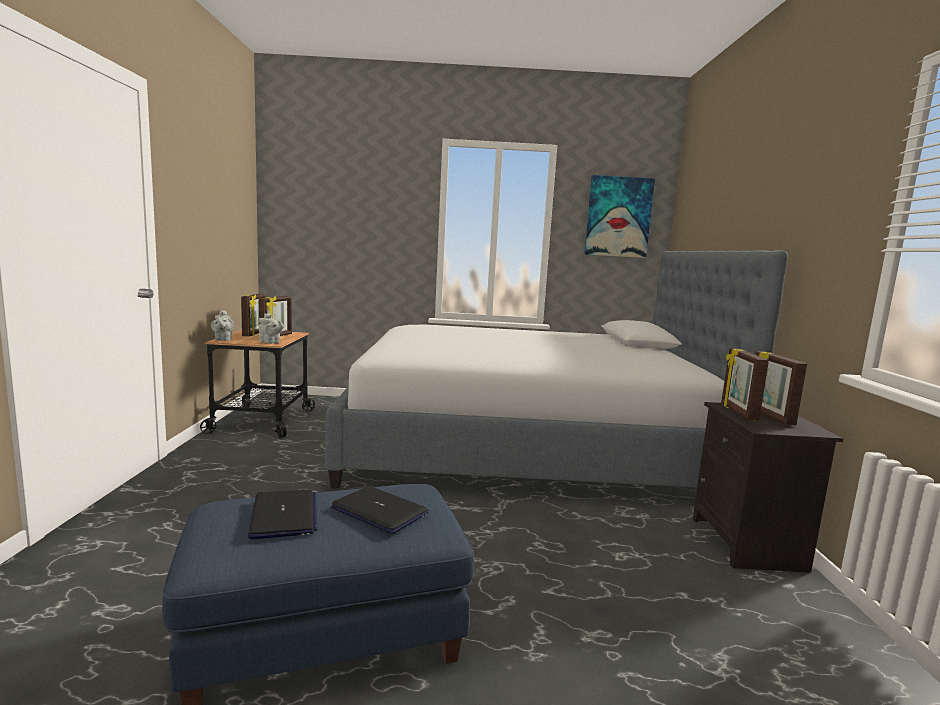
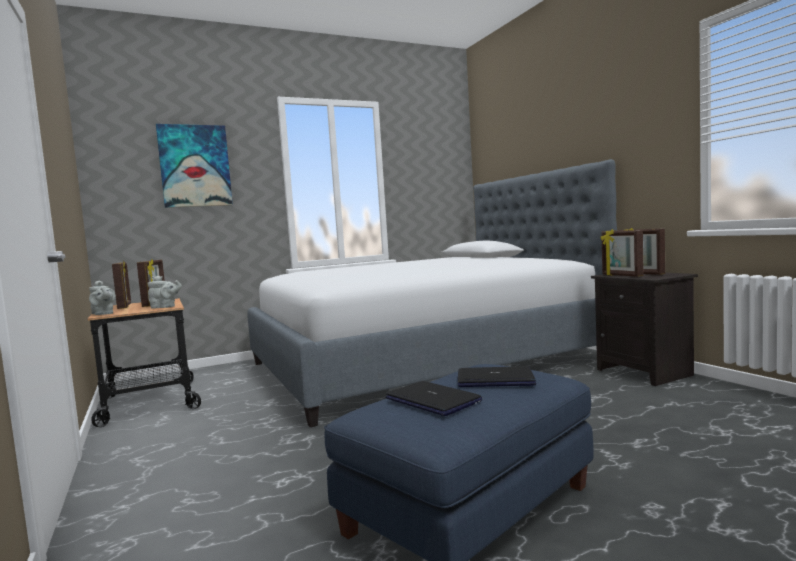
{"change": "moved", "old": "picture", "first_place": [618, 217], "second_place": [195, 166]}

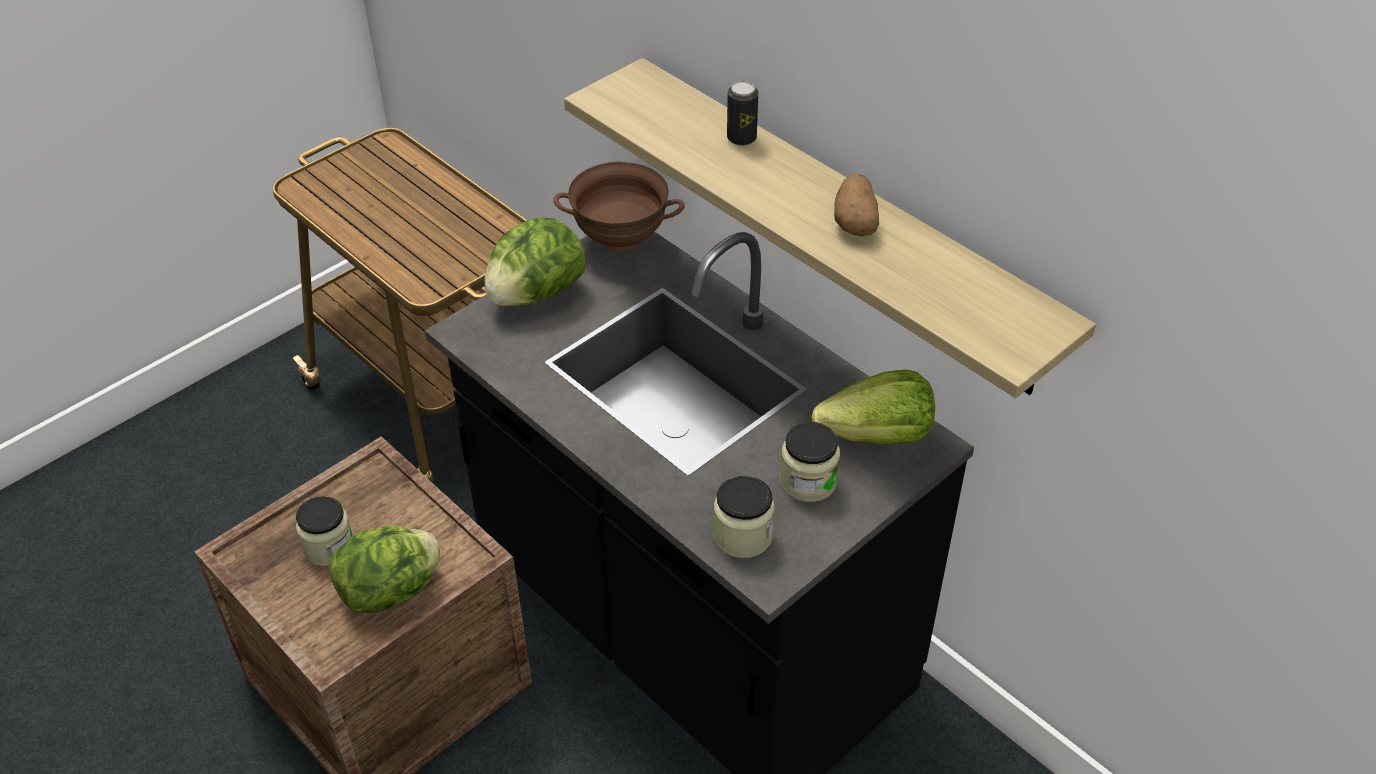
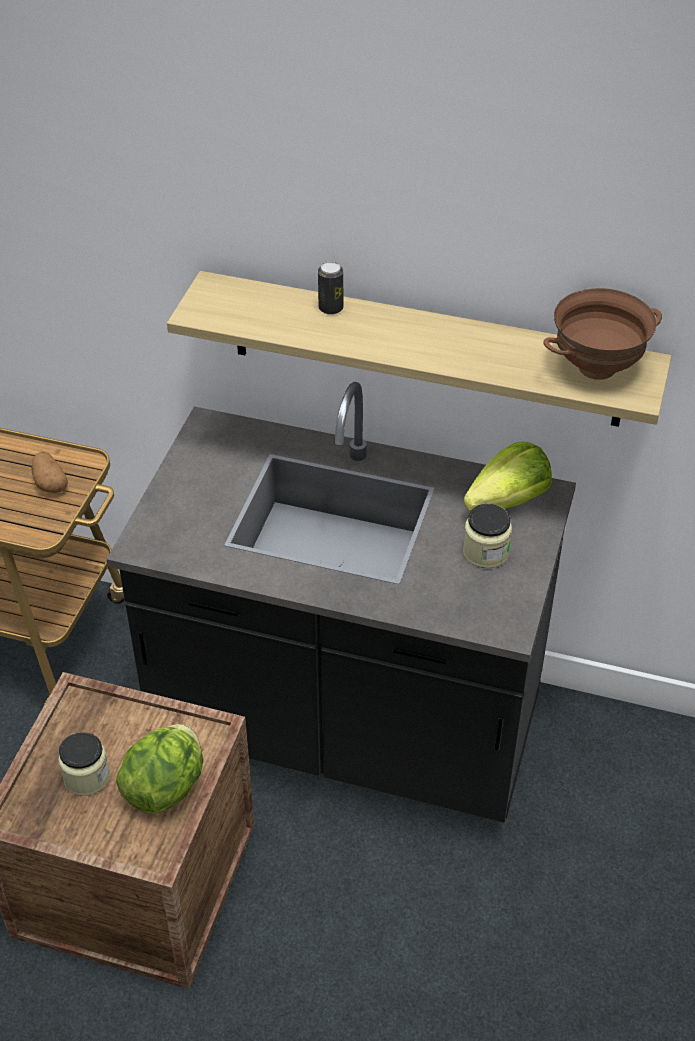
{"change": "moved", "old": "potato", "first_place": [855, 222], "second_place": [50, 483]}
{"change": "moved", "old": "brown bowl", "first_place": [621, 240], "second_place": [596, 367]}
{"change": "removed", "old": "lettuce", "first_place": [536, 294]}
{"change": "removed", "old": "jar", "first_place": [743, 536]}

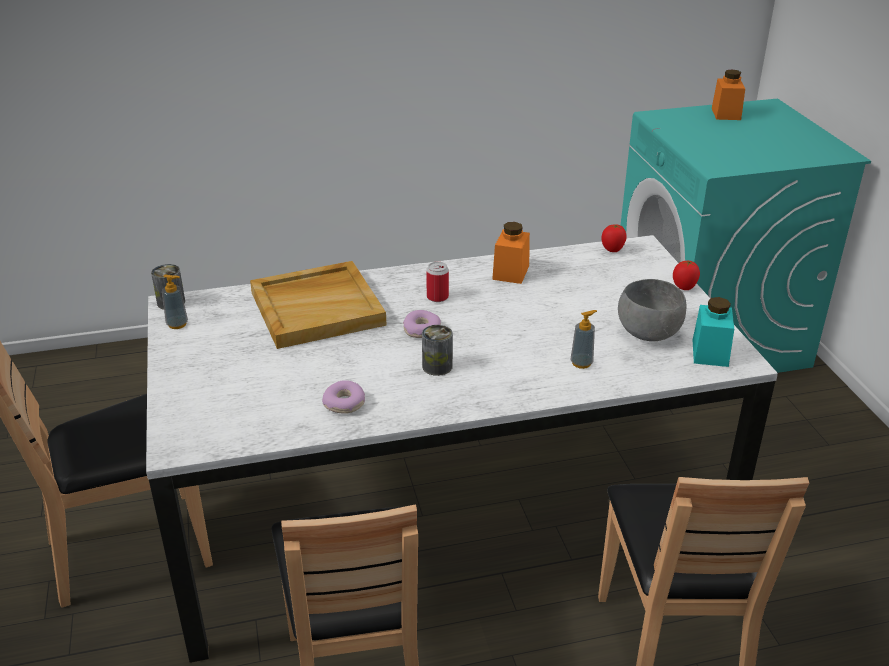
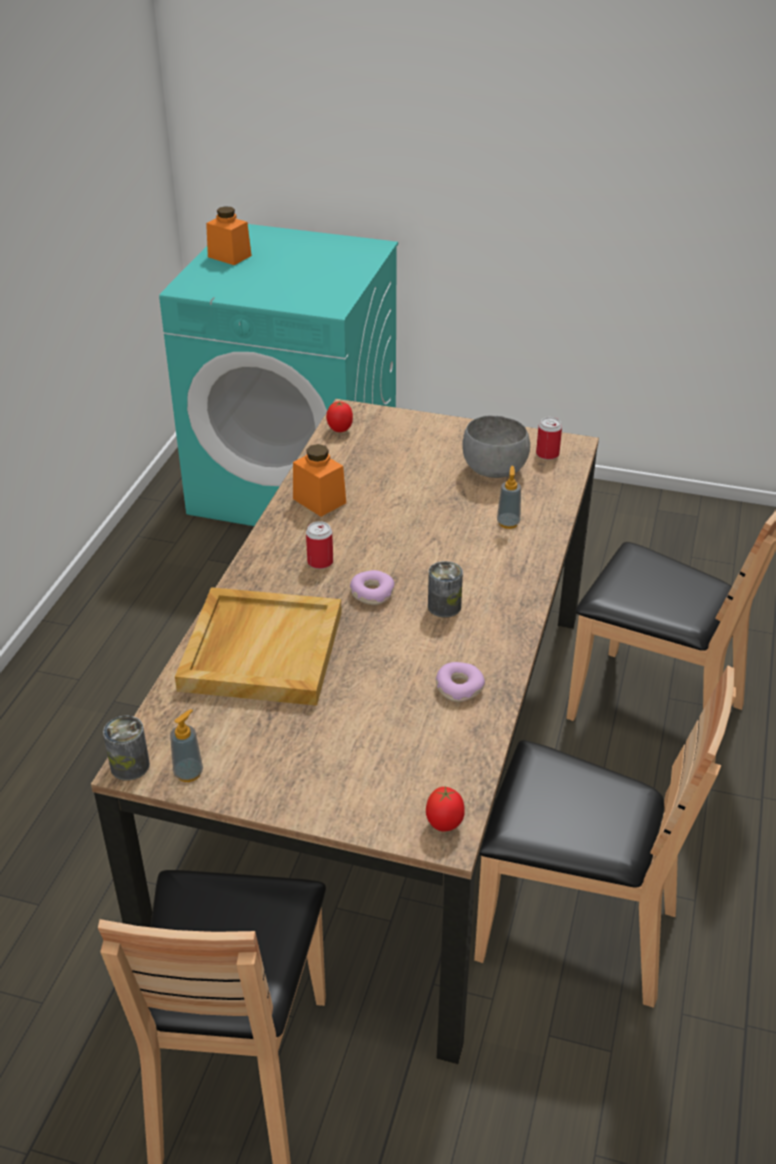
{"change": "recoloured", "old": "white dining table", "new": "brown dining table", "first_place": [446, 510], "second_place": [387, 770]}
{"change": "moved", "old": "tomato", "first_place": [684, 288], "second_place": [444, 824]}
{"change": "replaced", "old": "turquoise jar", "new": "can", "first_place": [710, 353], "second_place": [547, 454]}

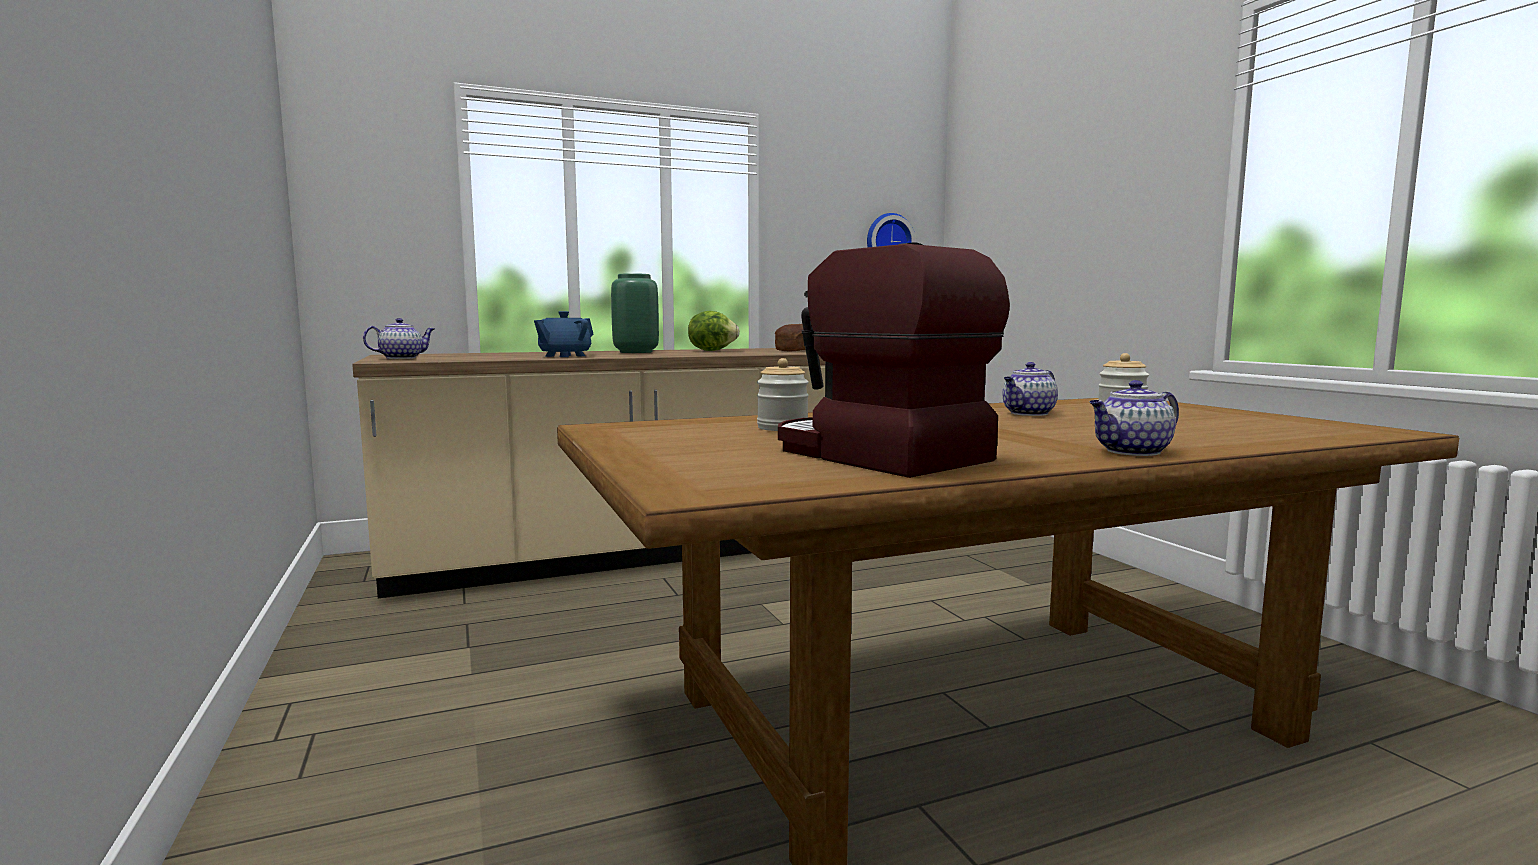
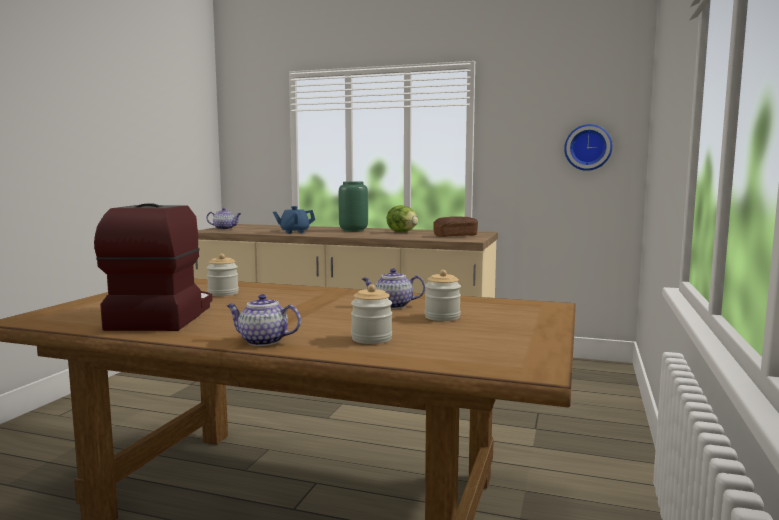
{"change": "added", "new": "jar", "second_place": [371, 339]}

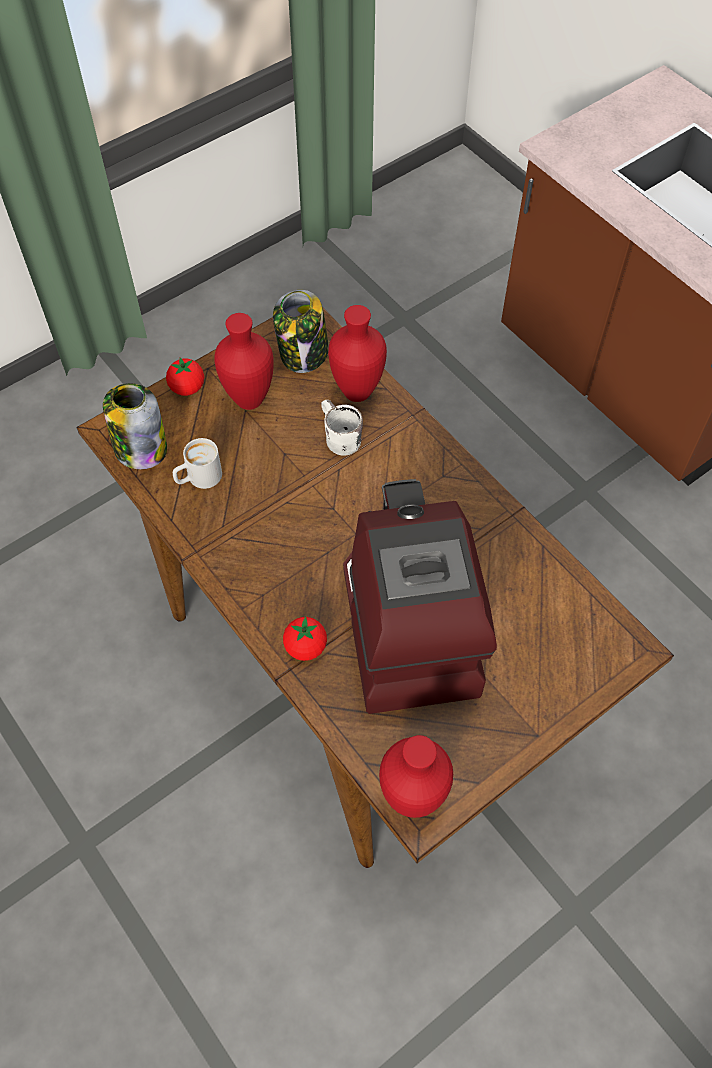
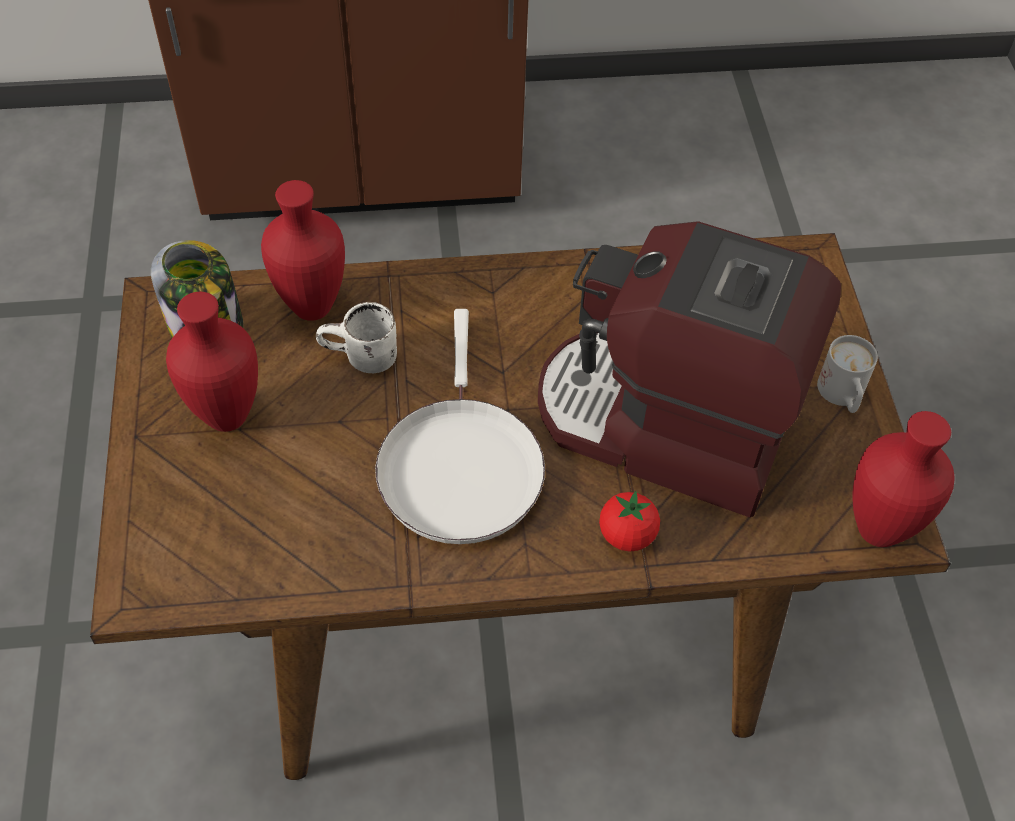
{"change": "added", "new": "white frying pan", "second_place": [459, 466]}
{"change": "moved", "old": "white mug", "first_place": [198, 478], "second_place": [842, 396]}
{"change": "removed", "old": "jar", "first_place": [140, 448]}
{"change": "removed", "old": "tomato", "first_place": [187, 388]}

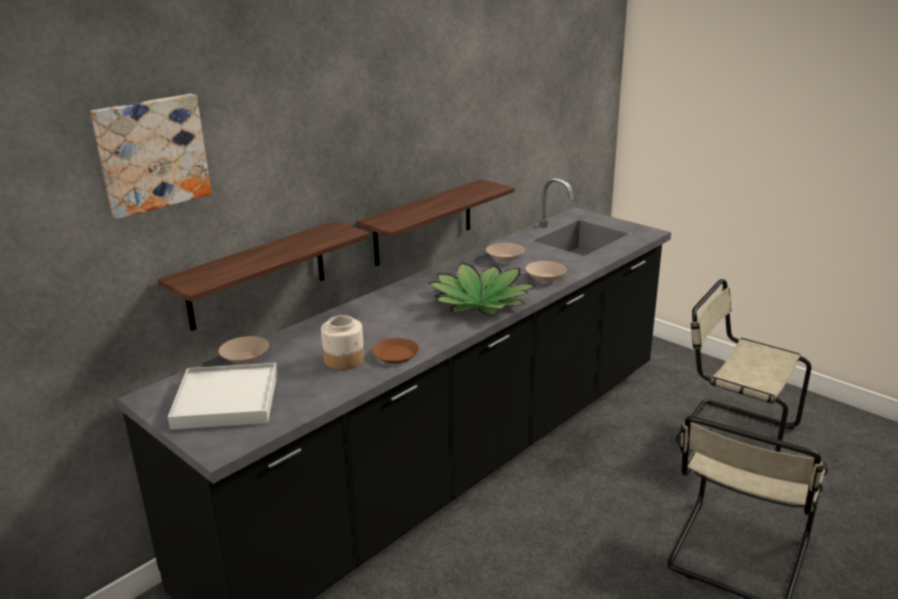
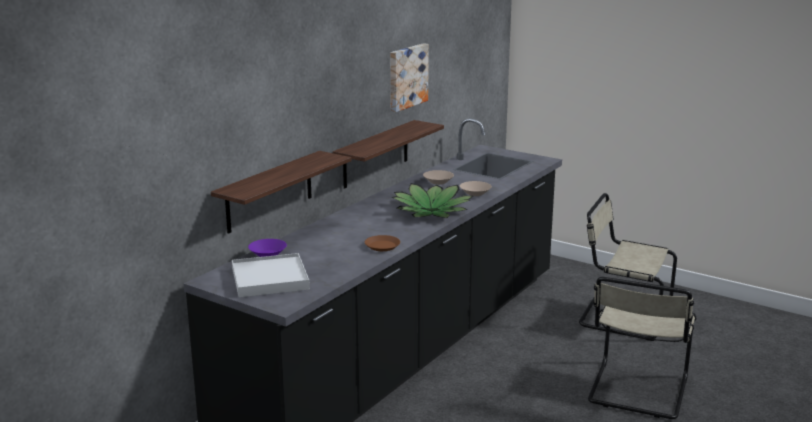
{"change": "recoloured", "old": "beige bowl", "new": "purple bowl", "first_place": [246, 359], "second_place": [268, 255]}
{"change": "moved", "old": "picture", "first_place": [151, 154], "second_place": [406, 76]}
{"change": "removed", "old": "jar", "first_place": [344, 360]}

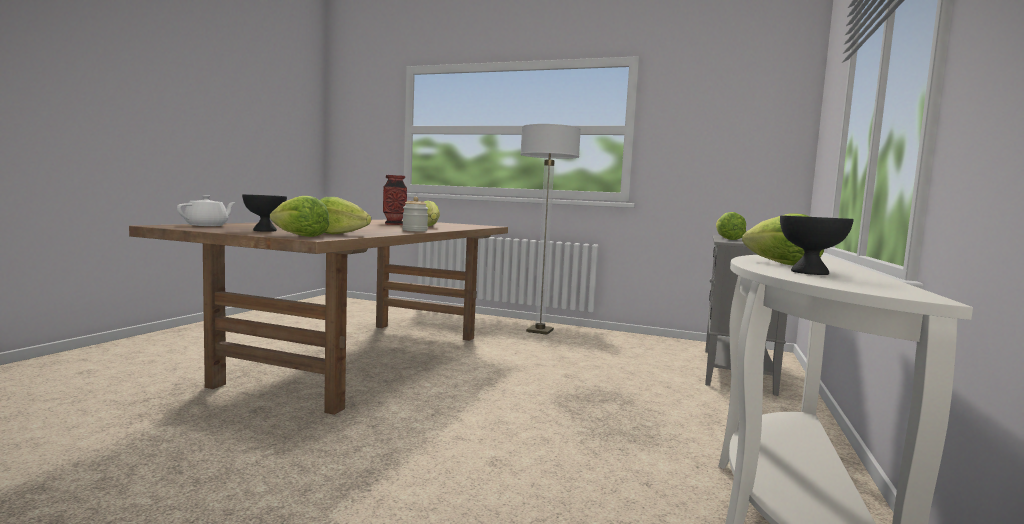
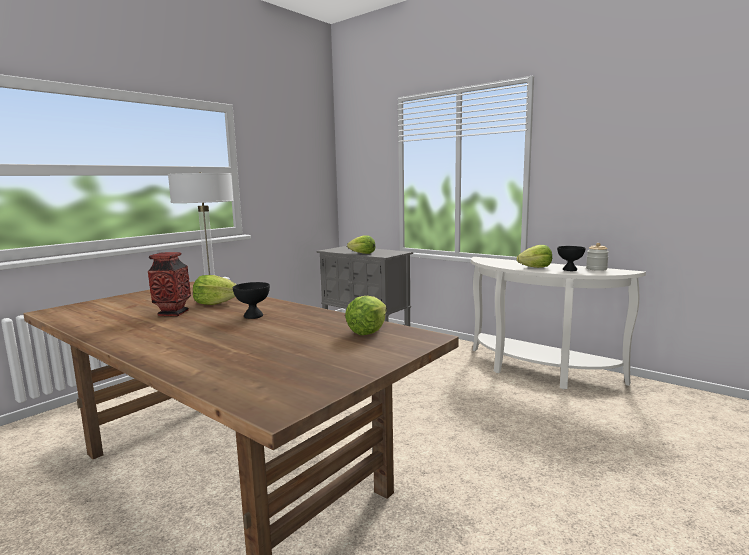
{"change": "moved", "old": "black bowl", "first_place": [265, 230], "second_place": [252, 316]}
{"change": "moved", "old": "jar", "first_place": [415, 230], "second_place": [596, 269]}
{"change": "removed", "old": "white teapot", "first_place": [207, 225]}
{"change": "removed", "old": "lettuce", "first_place": [300, 236]}

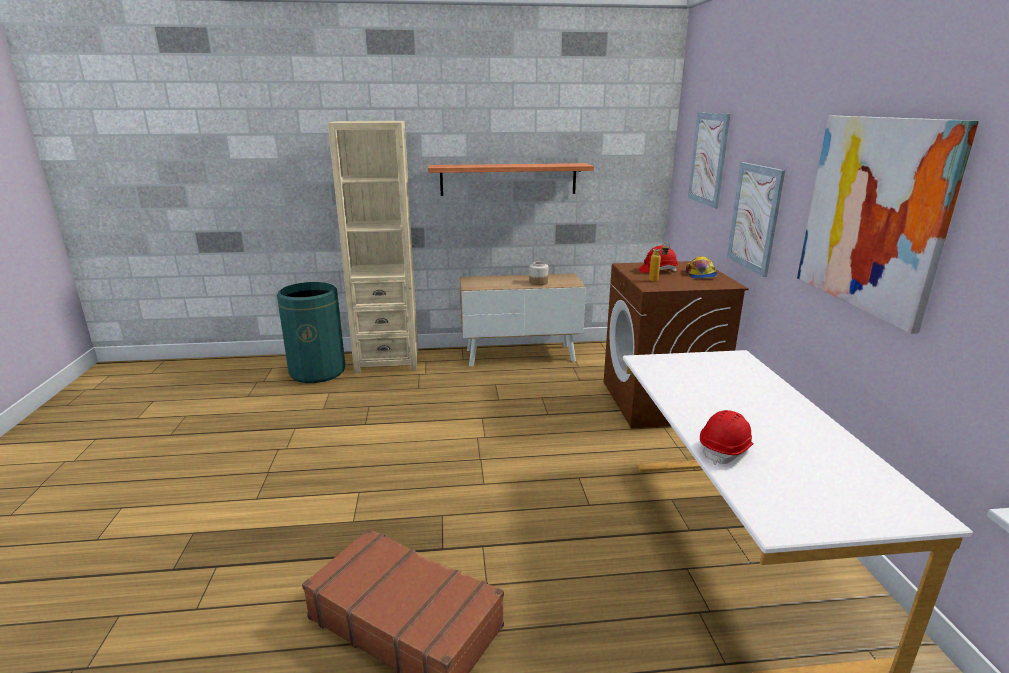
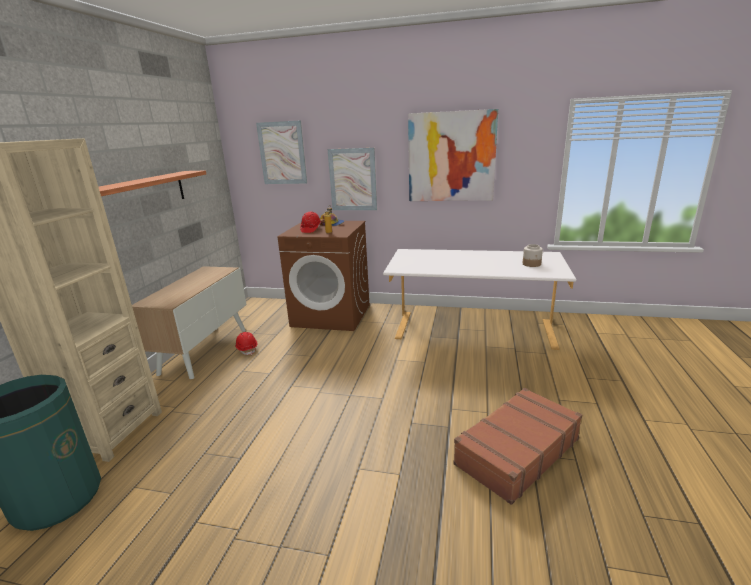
{"change": "moved", "old": "red hard hat", "first_place": [726, 450], "second_place": [247, 349]}
{"change": "moved", "old": "jar", "first_place": [538, 282], "second_place": [531, 264]}

